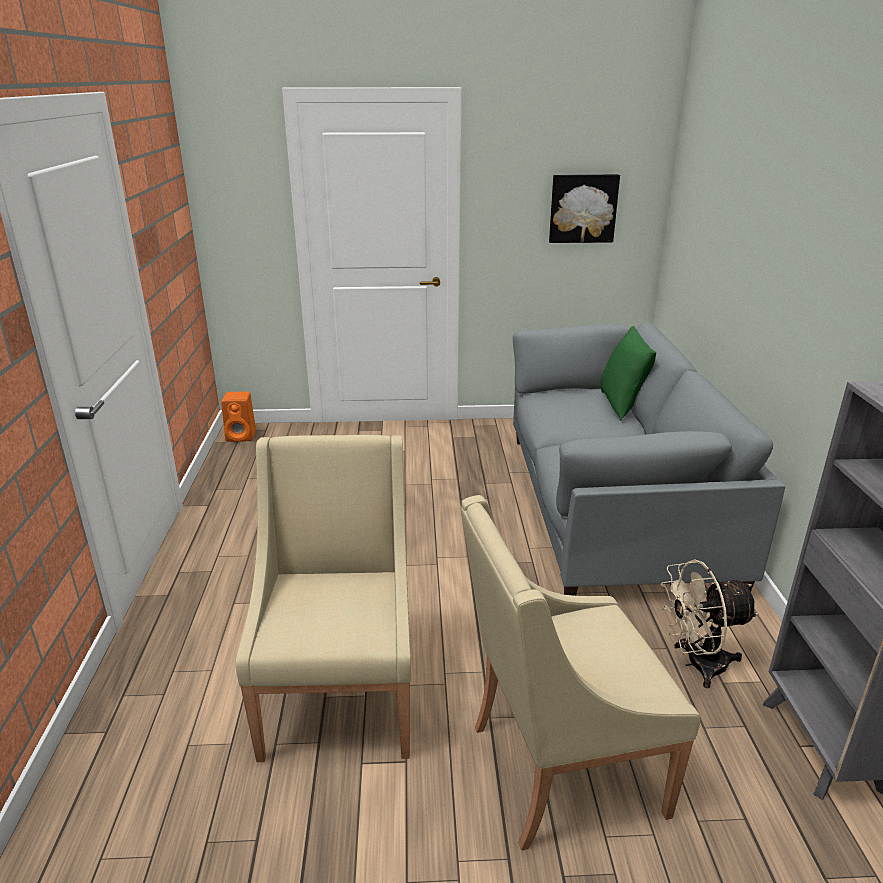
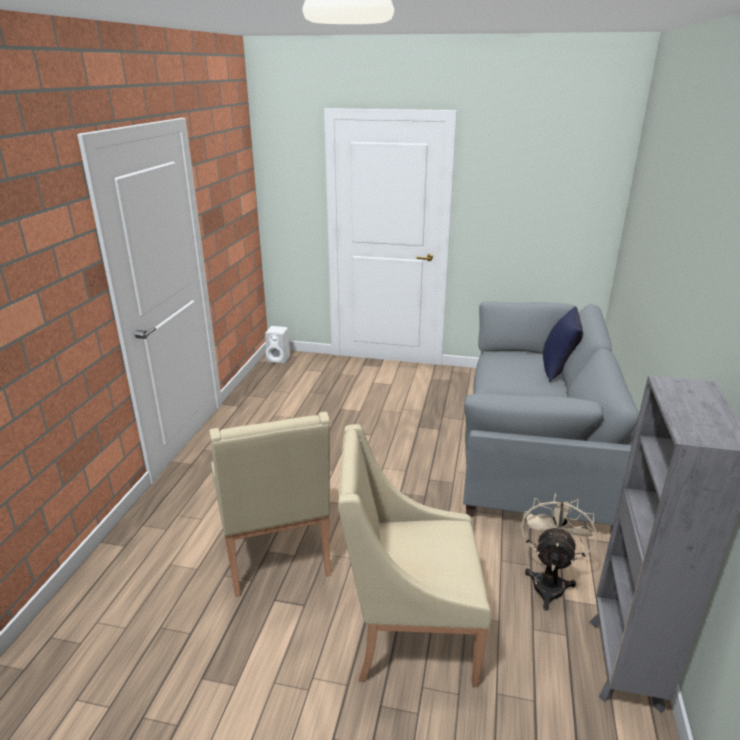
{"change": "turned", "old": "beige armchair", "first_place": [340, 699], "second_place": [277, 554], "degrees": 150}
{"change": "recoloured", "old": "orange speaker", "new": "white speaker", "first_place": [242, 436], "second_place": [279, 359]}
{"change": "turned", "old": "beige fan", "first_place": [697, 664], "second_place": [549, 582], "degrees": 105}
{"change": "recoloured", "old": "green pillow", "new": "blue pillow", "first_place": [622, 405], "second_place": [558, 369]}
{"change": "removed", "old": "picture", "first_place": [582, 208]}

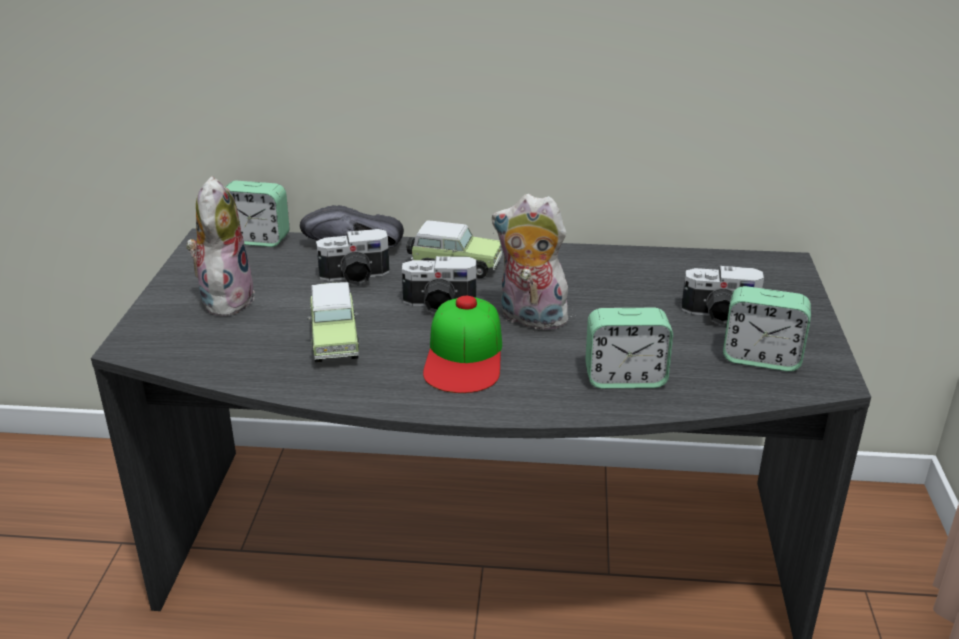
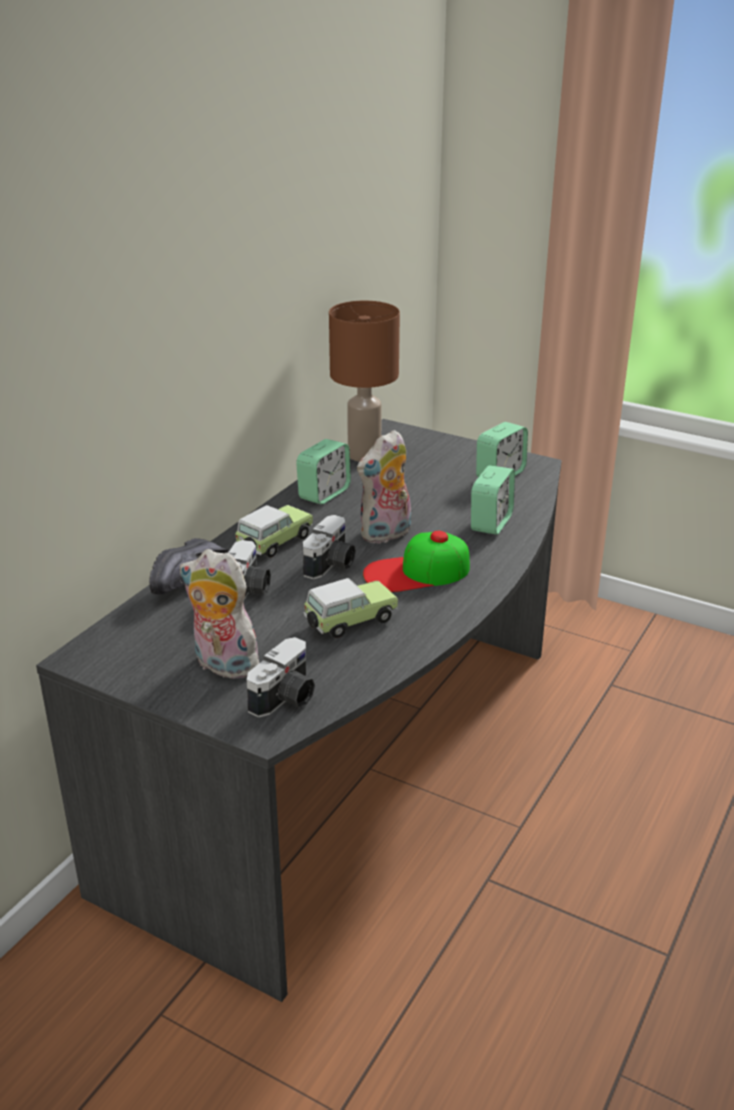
{"change": "moved", "old": "photo camera", "first_place": [719, 315], "second_place": [286, 698]}
{"change": "moved", "old": "alarm clock", "first_place": [257, 239], "second_place": [324, 494]}
{"change": "turned", "old": "toy car", "first_place": [335, 340], "second_place": [348, 622], "degrees": -45}
{"change": "added", "new": "brown table lamp", "second_place": [363, 455]}
{"change": "turned", "old": "cap", "first_place": [464, 355], "second_place": [416, 572], "degrees": 135}

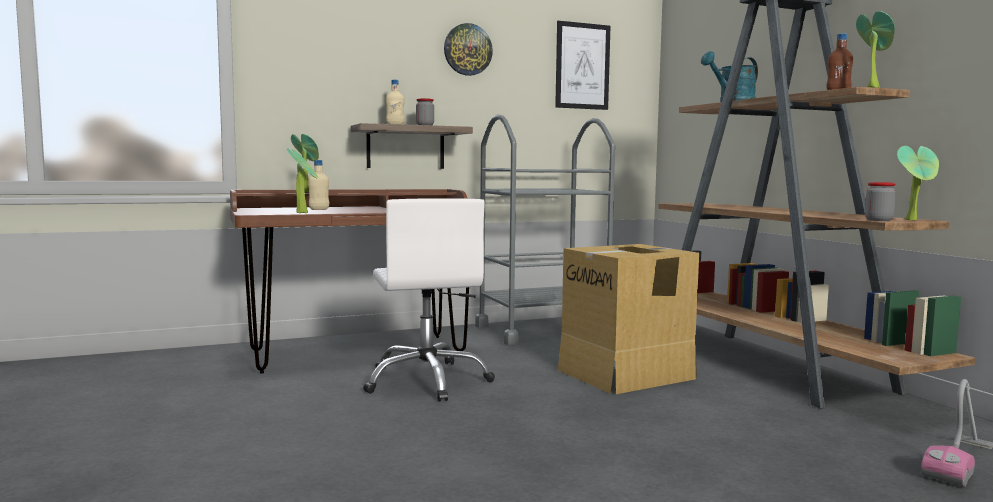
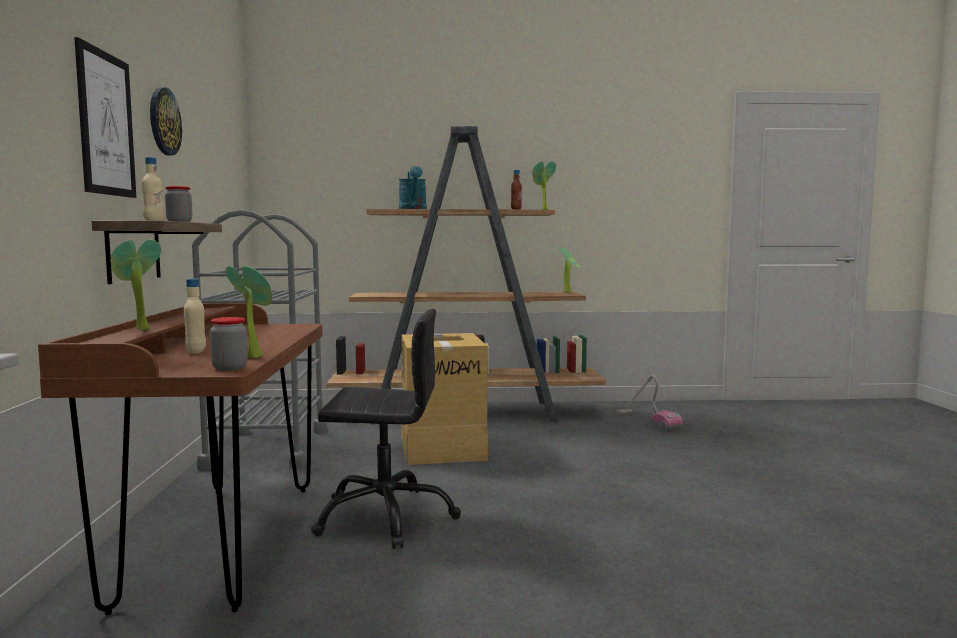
{"change": "moved", "old": "picture", "first_place": [582, 66], "second_place": [106, 124]}
{"change": "moved", "old": "jar", "first_place": [878, 220], "second_place": [230, 368]}
{"change": "recoloured", "old": "white office chair", "new": "black office chair", "first_place": [427, 381], "second_place": [385, 516]}

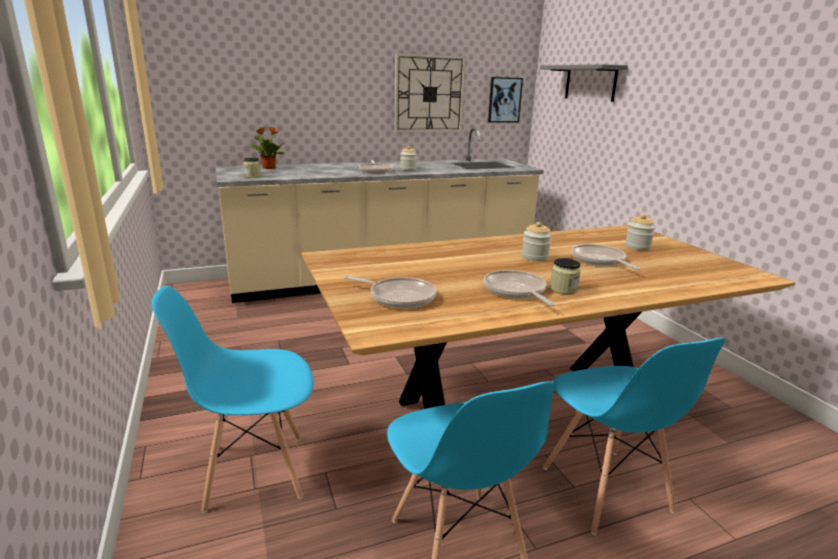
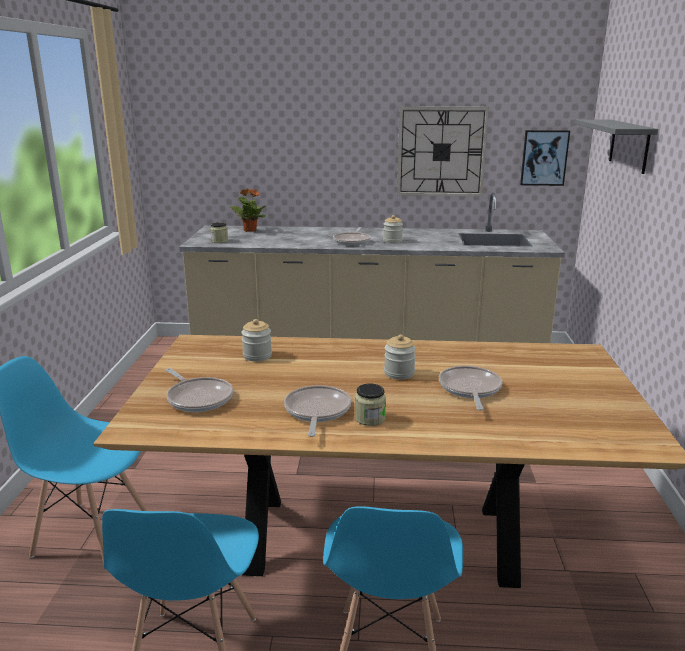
{"change": "moved", "old": "jar", "first_place": [637, 247], "second_place": [257, 356]}

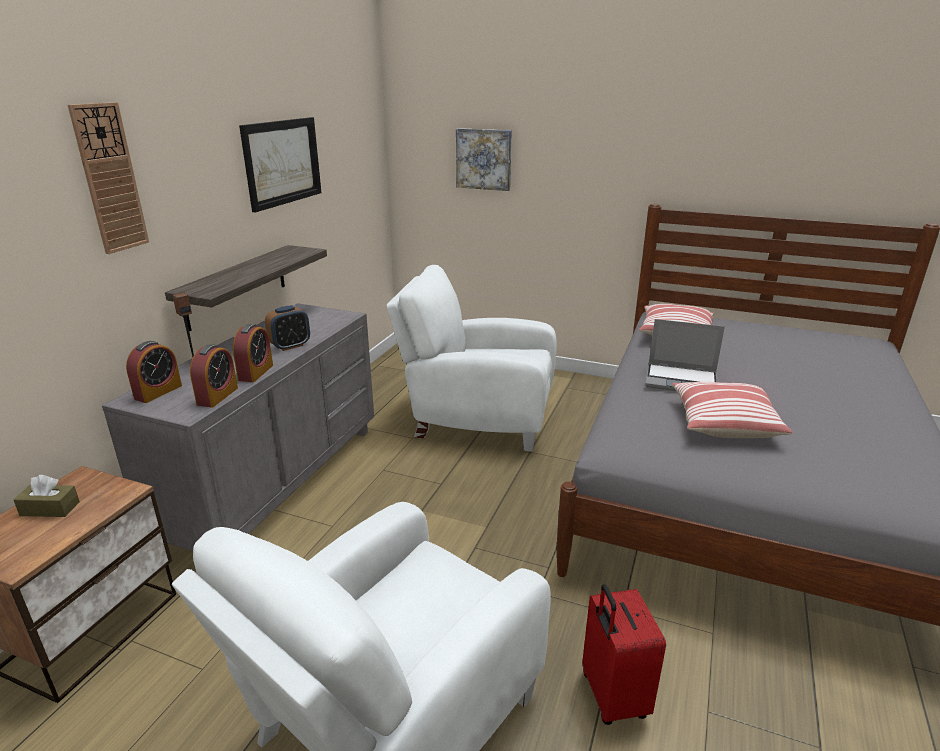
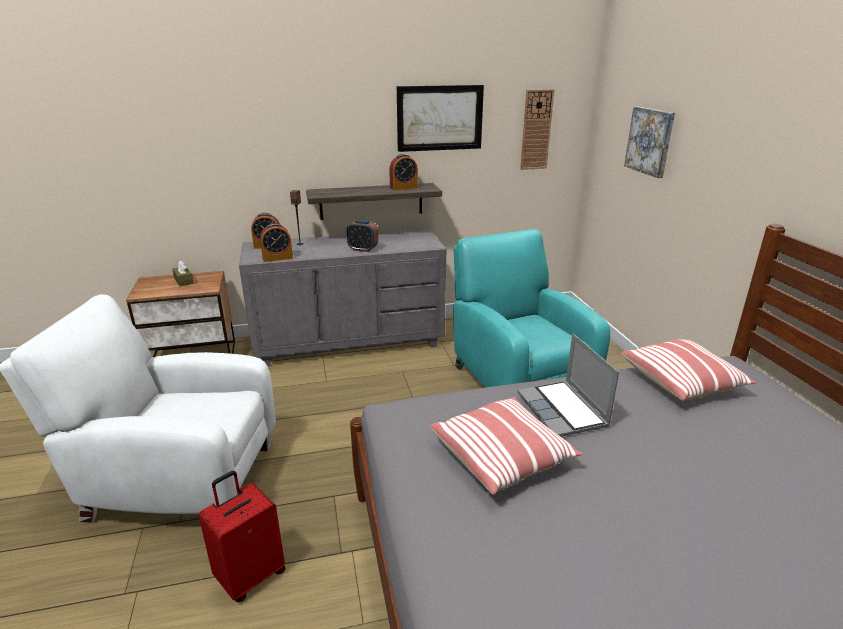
{"change": "moved", "old": "alarm clock", "first_place": [256, 372], "second_place": [403, 187]}
{"change": "recoloured", "old": "white armchair", "new": "turquoise armchair", "first_place": [477, 419], "second_place": [517, 380]}
{"change": "moved", "old": "wall clock", "first_place": [110, 179], "second_place": [536, 130]}

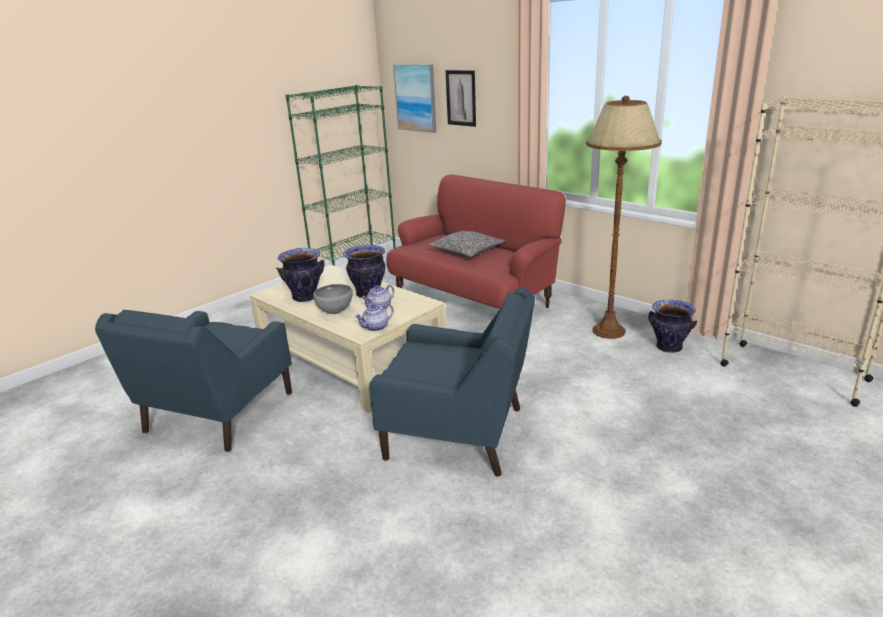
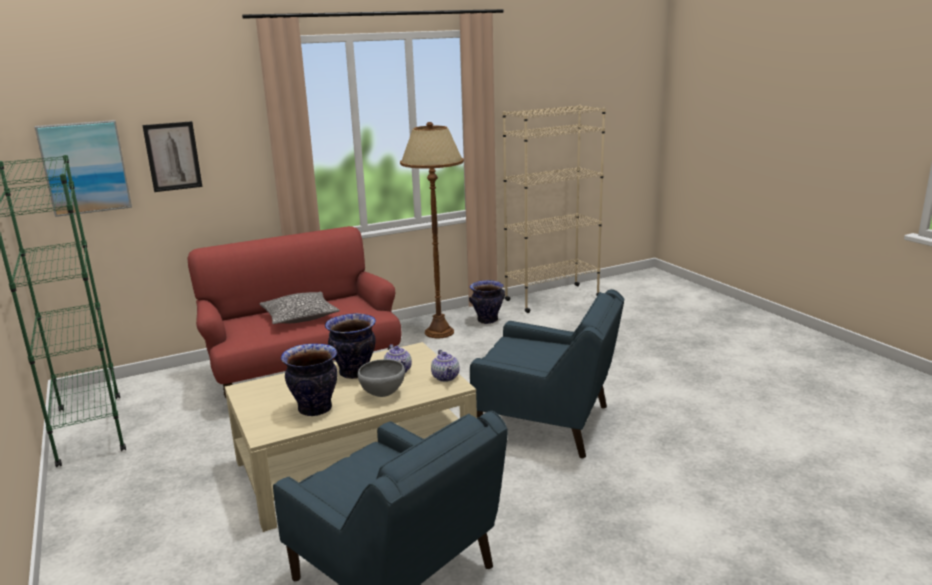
{"change": "turned", "old": "blue armchair", "first_place": [459, 434], "second_place": [547, 424], "degrees": 75}

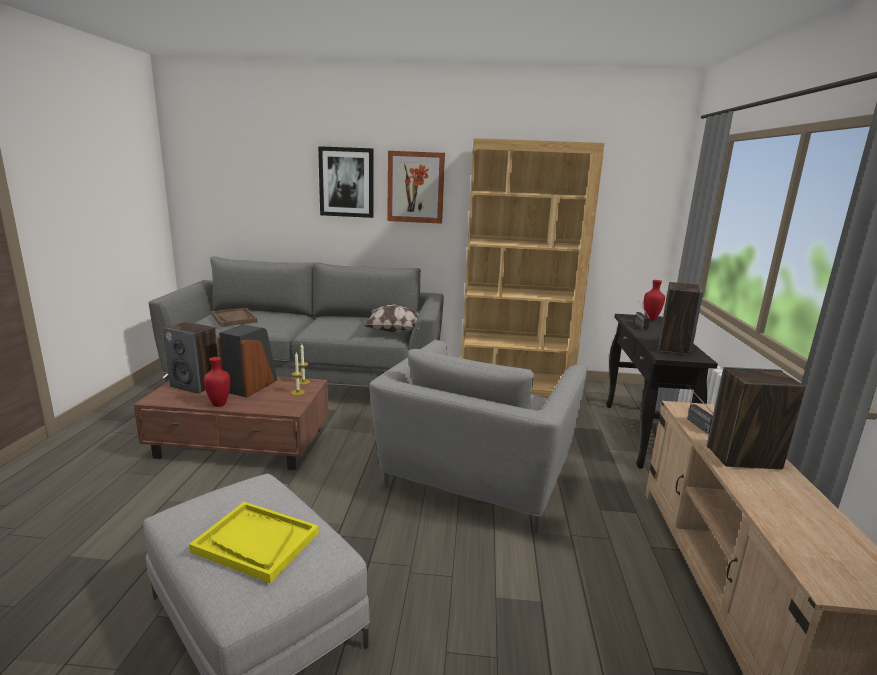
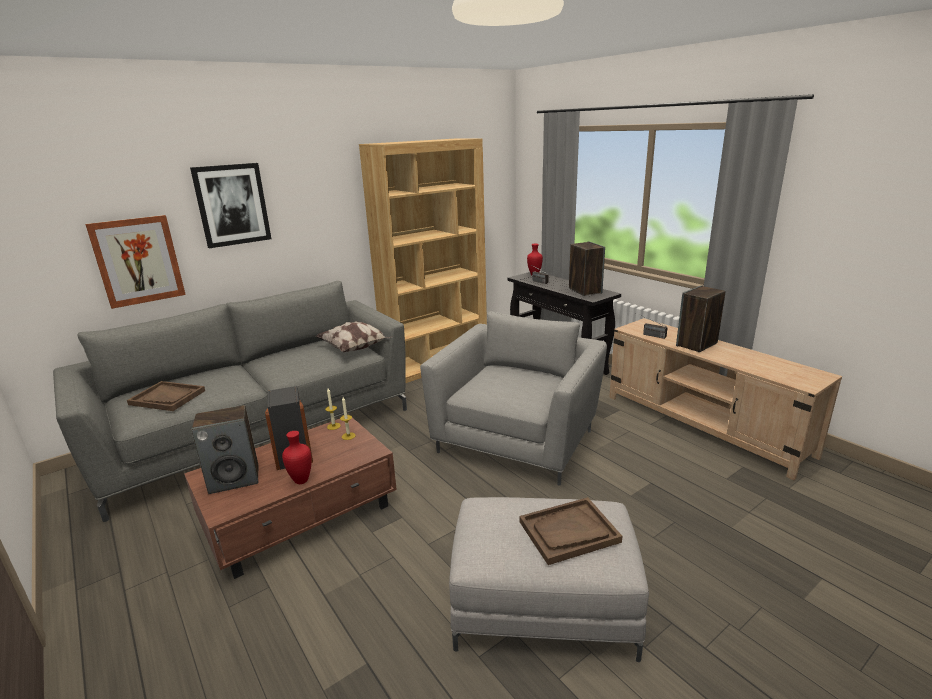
{"change": "moved", "old": "picture", "first_place": [415, 187], "second_place": [138, 261]}
{"change": "turned", "old": "grey armchair", "first_place": [475, 479], "second_place": [517, 439], "degrees": -135}
{"change": "recoloured", "old": "yellow tray", "new": "brown tray", "first_place": [255, 542], "second_place": [569, 532]}

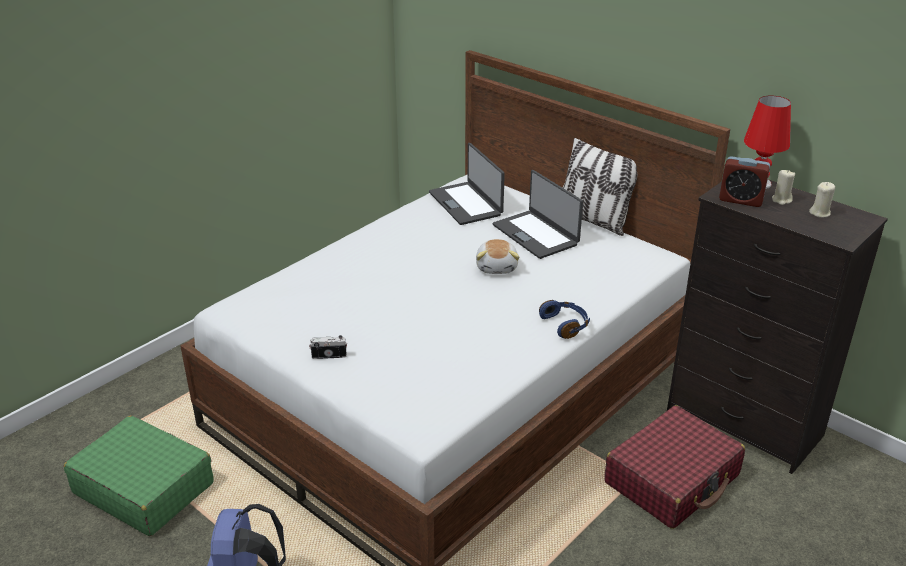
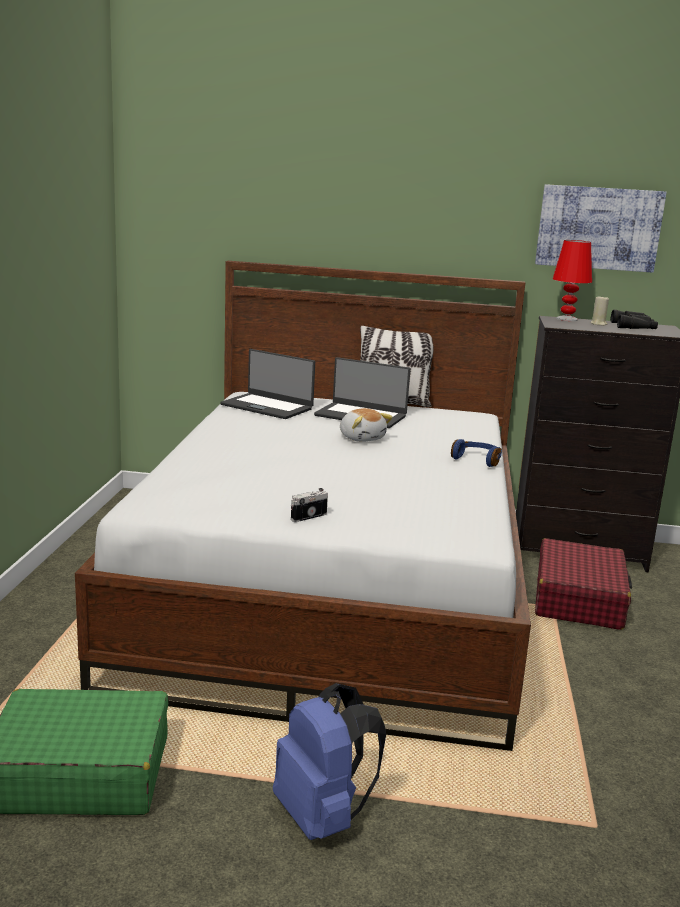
{"change": "added", "new": "picture", "second_place": [598, 228]}
{"change": "replaced", "old": "beige candle", "new": "black binoculars", "first_place": [820, 213], "second_place": [634, 326]}
{"change": "removed", "old": "alarm clock", "first_place": [741, 200]}

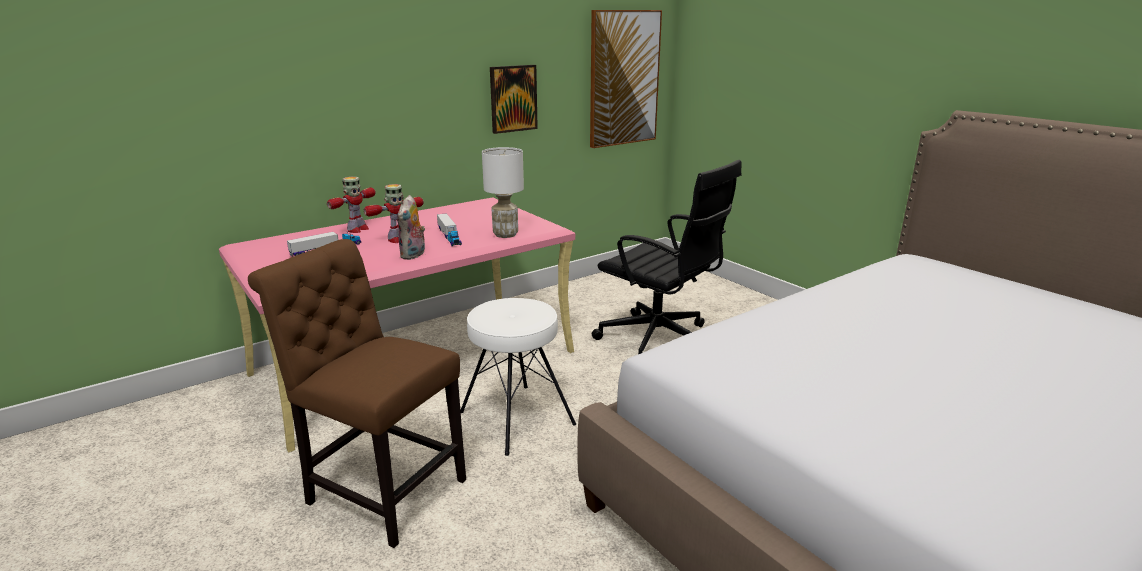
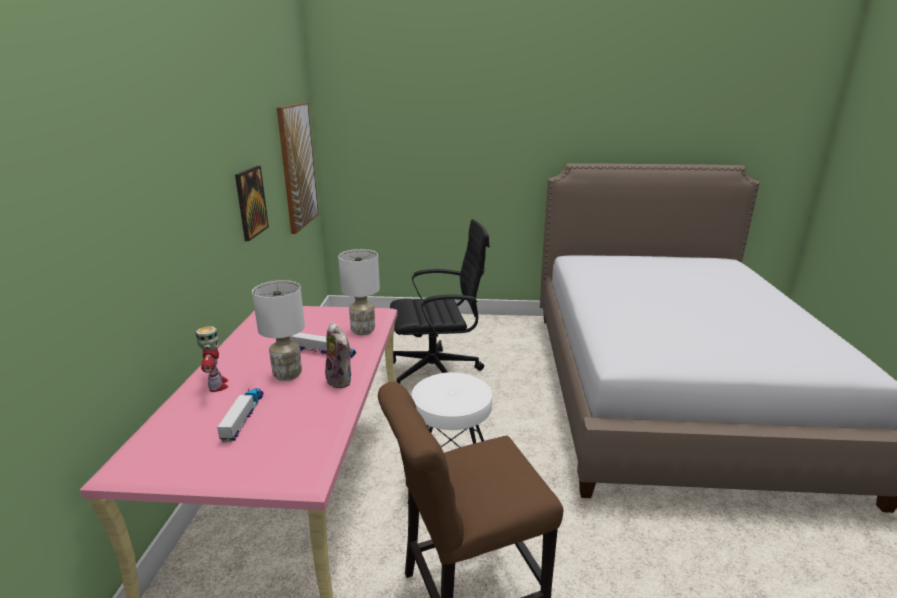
{"change": "replaced", "old": "toy robot", "new": "white table lamp", "first_place": [398, 239], "second_place": [287, 375]}

